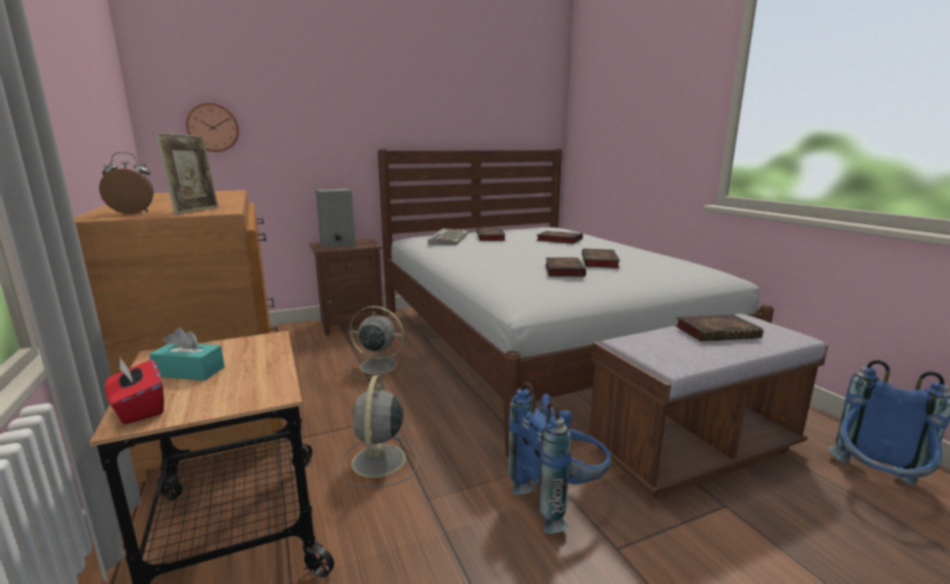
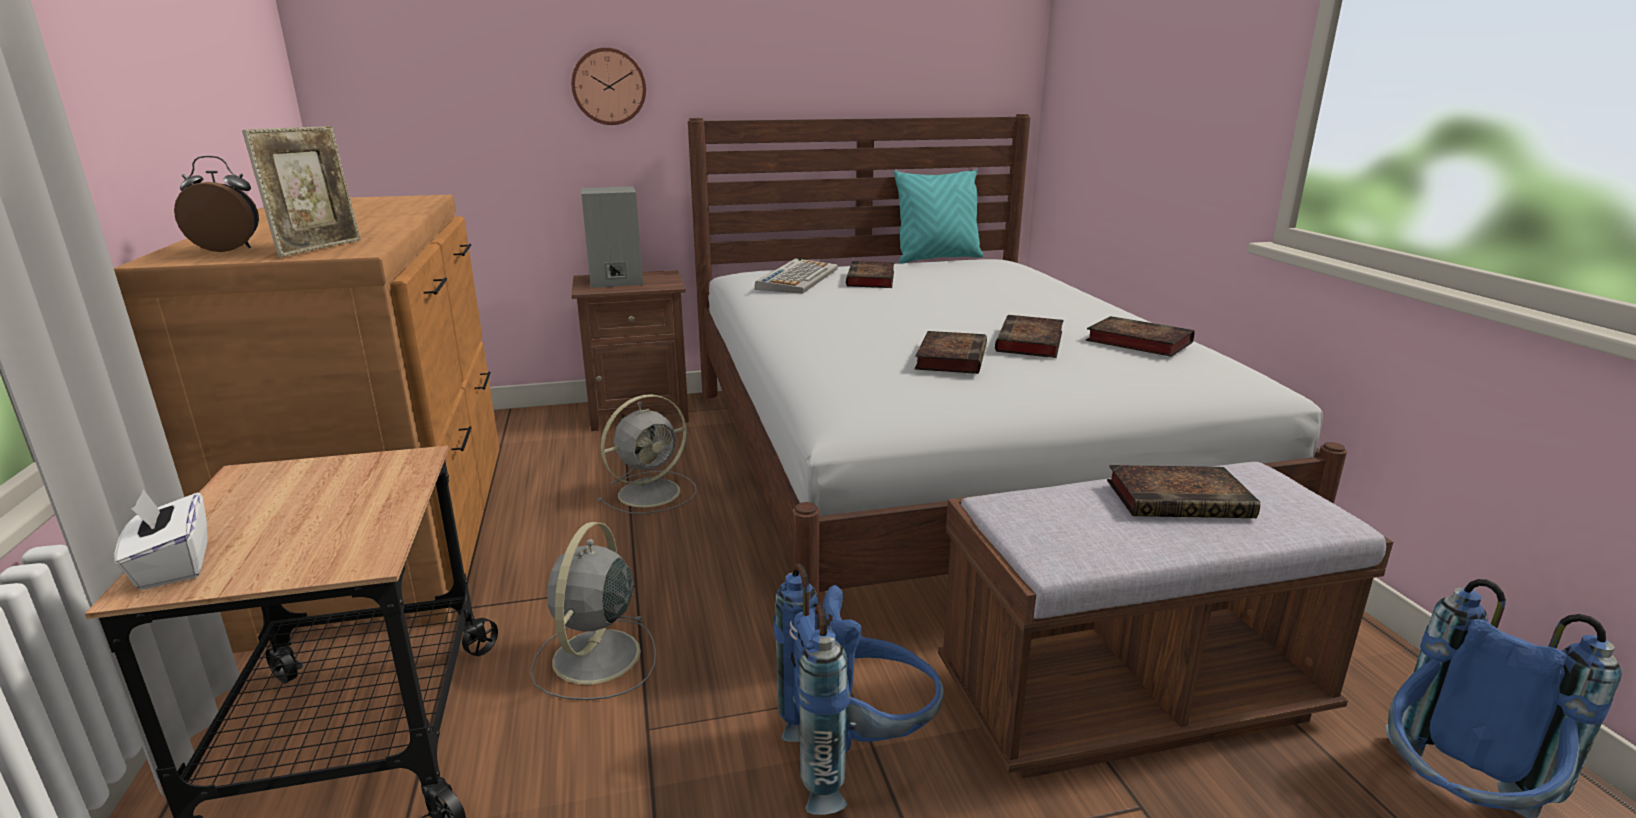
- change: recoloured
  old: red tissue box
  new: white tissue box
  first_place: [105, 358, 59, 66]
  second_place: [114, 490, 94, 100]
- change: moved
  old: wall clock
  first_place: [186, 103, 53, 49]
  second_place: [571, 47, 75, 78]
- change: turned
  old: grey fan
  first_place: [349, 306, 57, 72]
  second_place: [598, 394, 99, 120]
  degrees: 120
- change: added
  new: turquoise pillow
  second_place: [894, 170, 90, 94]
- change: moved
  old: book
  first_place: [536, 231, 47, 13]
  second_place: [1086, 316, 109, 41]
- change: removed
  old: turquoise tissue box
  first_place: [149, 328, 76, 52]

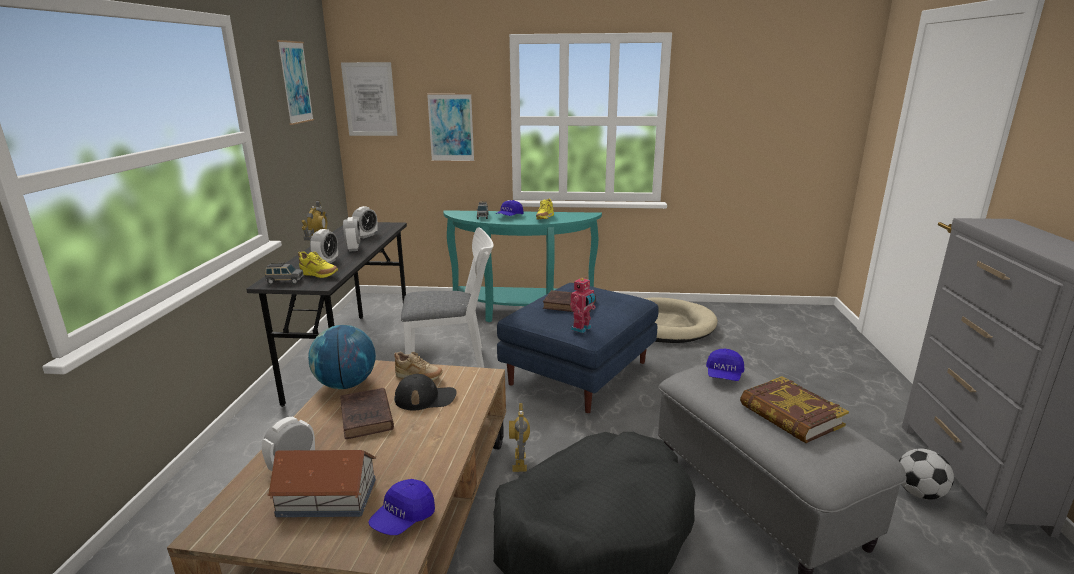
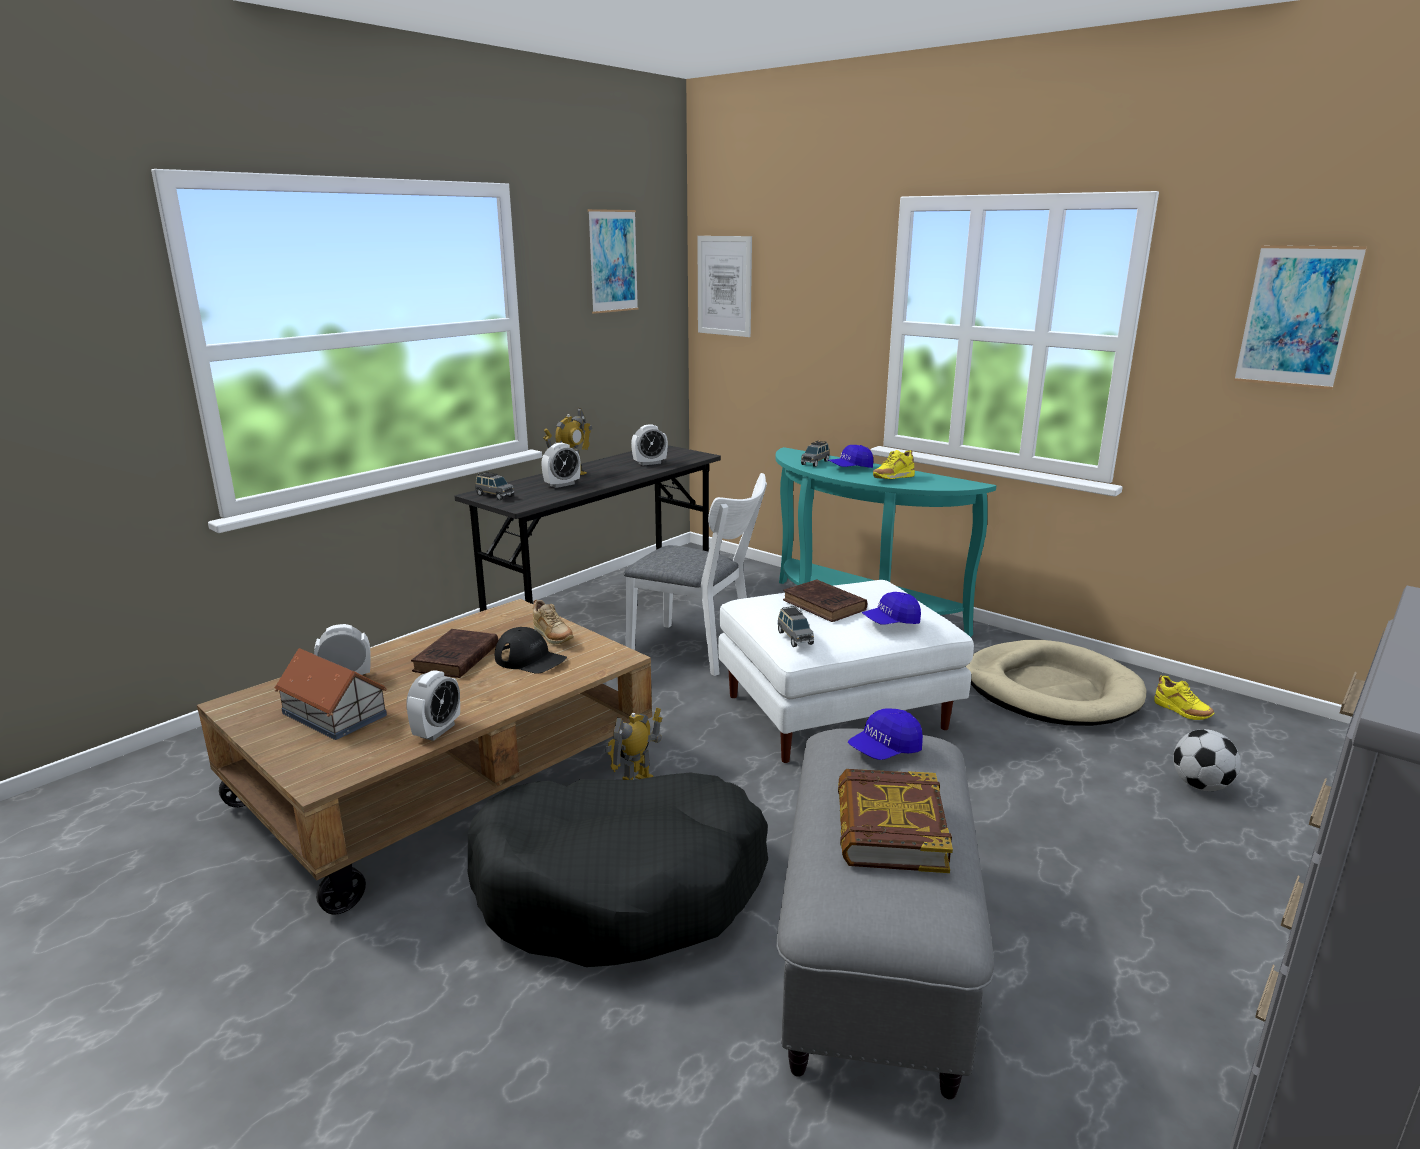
- change: moved
  old: alarm clock
  first_place: [343, 217, 17, 35]
  second_place: [406, 670, 54, 71]
- change: recoloured
  old: blue ottoman
  new: white ottoman
  first_place: [497, 283, 162, 130]
  second_place: [718, 580, 256, 183]
- change: replaced
  old: toy robot
  new: grey toy car
  first_place: [570, 277, 25, 56]
  second_place: [778, 606, 36, 41]
- change: moved
  old: blue cap
  first_place: [369, 479, 66, 56]
  second_place: [862, 592, 59, 33]
- change: moved
  old: yellow shoe
  first_place: [298, 251, 40, 27]
  second_place: [1154, 675, 60, 45]
- change: moved
  old: football
  first_place: [899, 448, 55, 52]
  second_place: [1173, 729, 68, 62]
- change: moved
  old: picture
  first_place: [427, 93, 47, 69]
  second_place: [1234, 245, 133, 145]
- change: removed
  old: globe
  first_place: [308, 325, 68, 64]

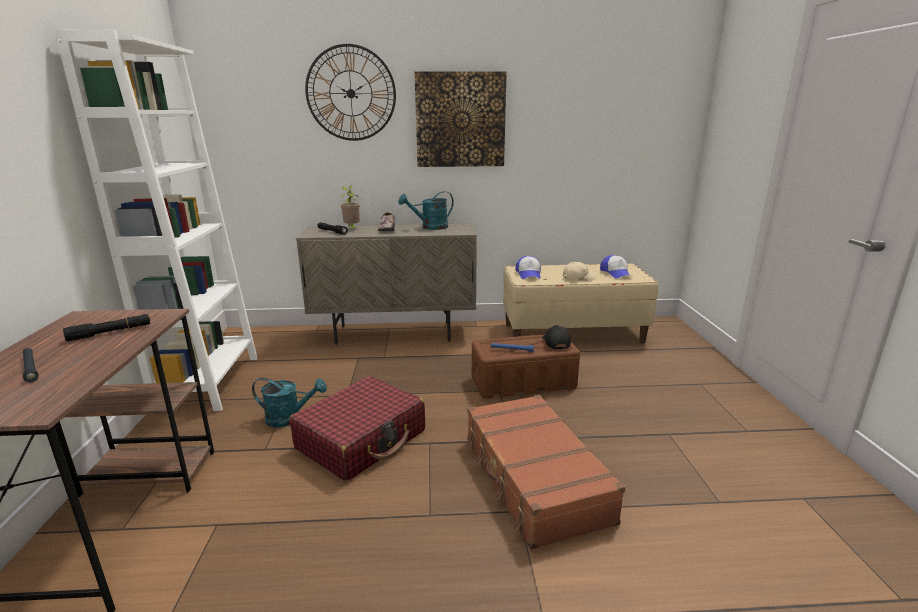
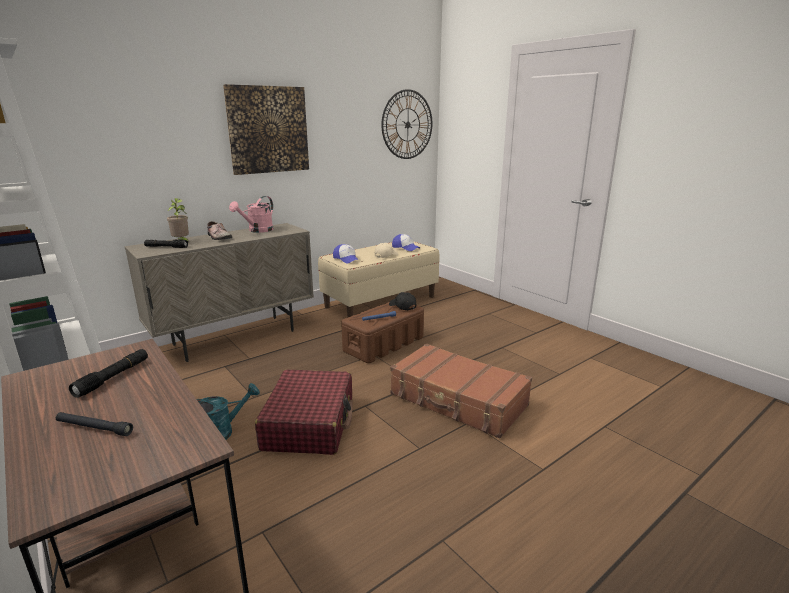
- change: recoloured
  old: turquoise watering can
  new: pink watering can
  first_place: [399, 191, 55, 39]
  second_place: [229, 196, 44, 37]
- change: moved
  old: wall clock
  first_place: [305, 44, 91, 97]
  second_place: [382, 89, 50, 70]

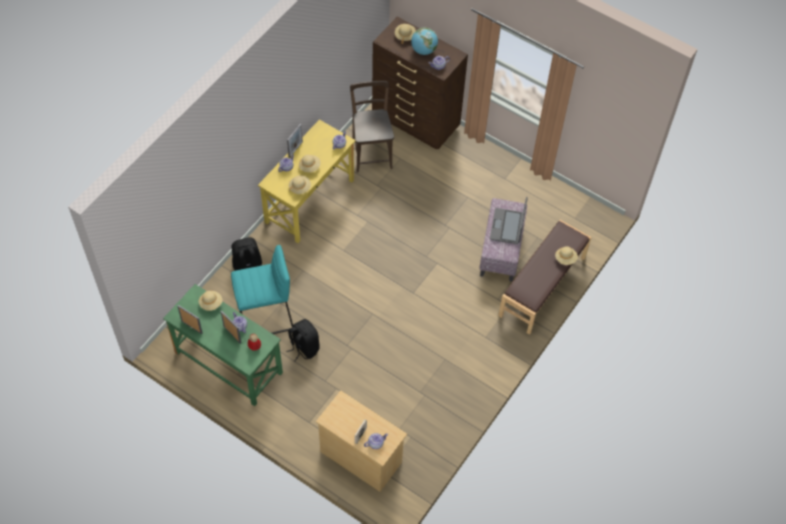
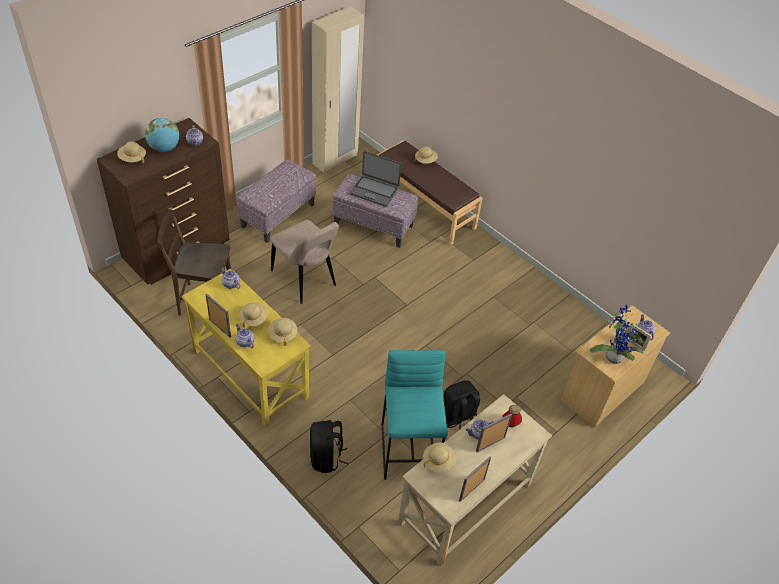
- change: added
  new: ottoman
  second_place: [237, 159, 79, 84]
- change: added
  new: beige chair
  second_place: [271, 220, 68, 84]
- change: added
  new: beige wardrobe
  second_place: [312, 6, 52, 167]
- change: recoloured
  old: green desk
  new: beige desk
  first_place: [163, 284, 120, 122]
  second_place: [398, 394, 154, 172]
- change: added
  new: potted plant
  second_place: [590, 305, 53, 59]

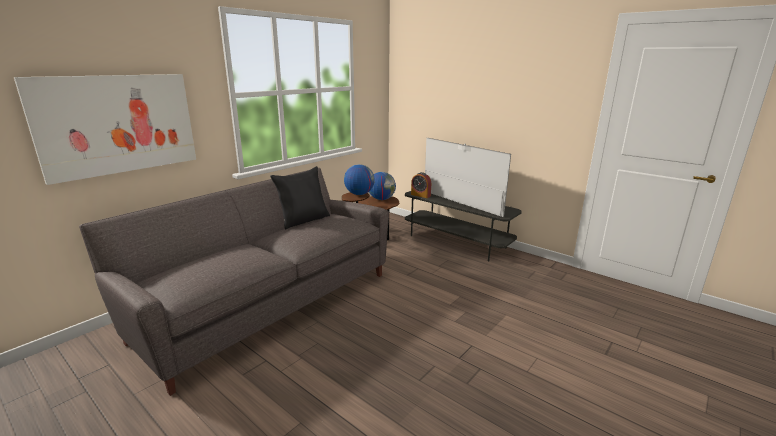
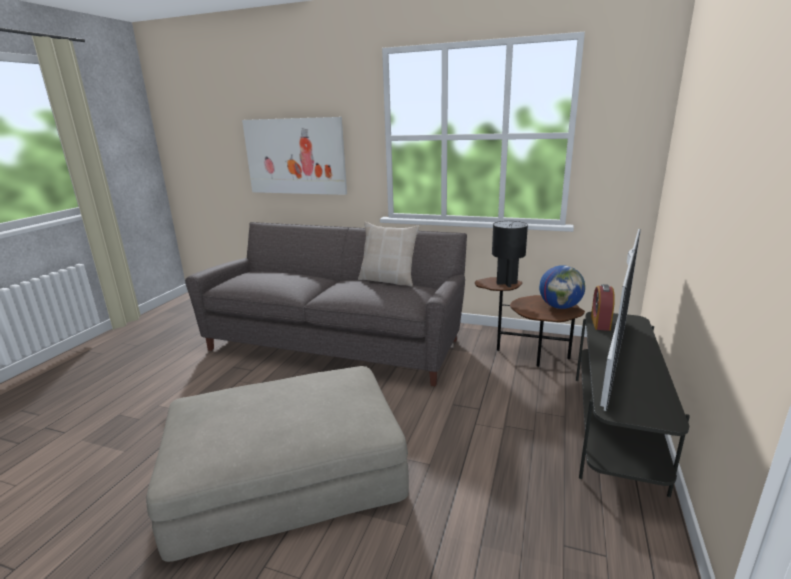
- change: added
  new: beige ottoman
  second_place: [146, 366, 263, 196]
- change: recoloured
  old: black pillow
  new: beige pillow
  first_place: [270, 166, 60, 64]
  second_place: [358, 222, 62, 65]
- change: replaced
  old: globe
  new: black table lamp
  first_place: [344, 164, 31, 31]
  second_place: [492, 221, 36, 66]

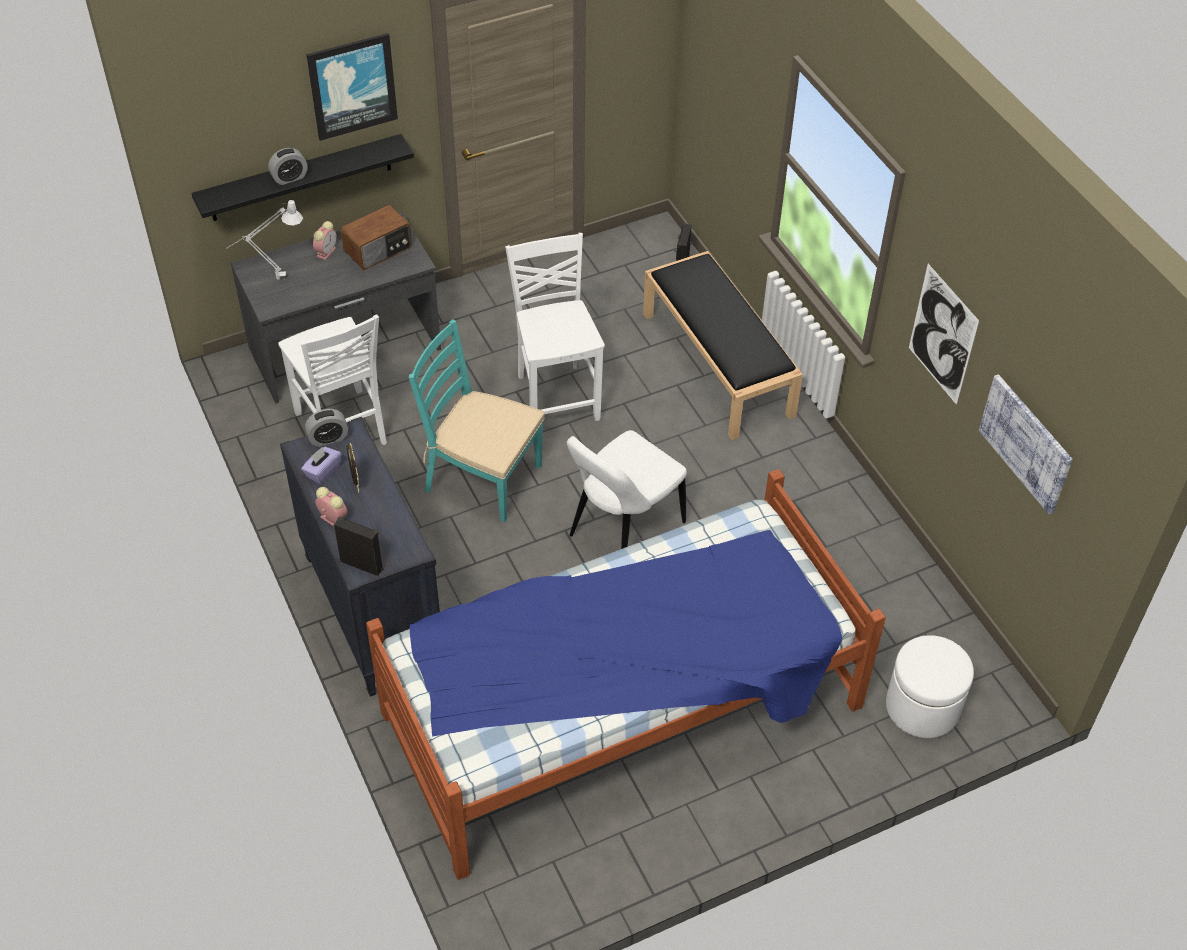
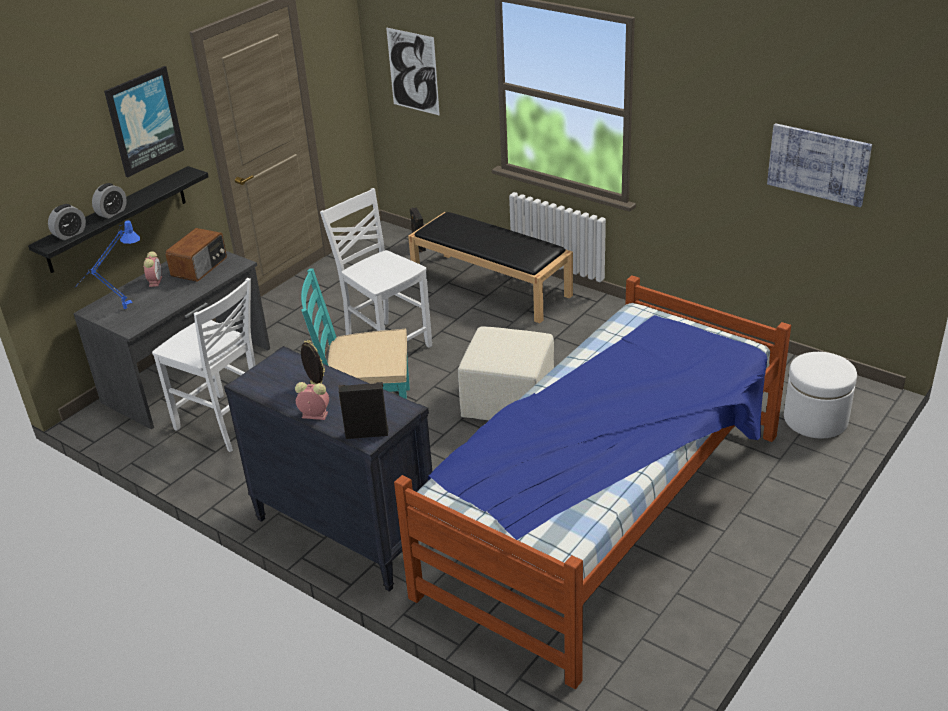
- change: moved
  old: alarm clock
  first_place: [305, 409, 43, 38]
  second_place: [48, 204, 38, 36]
- change: recoloured
  old: grey table lamp
  new: blue table lamp
  first_place: [226, 200, 77, 80]
  second_place: [75, 220, 65, 89]
- change: moved
  old: picture
  first_place: [909, 264, 70, 141]
  second_place: [386, 27, 54, 89]
- change: replaced
  old: white chair
  new: beige ottoman
  first_place: [567, 430, 120, 119]
  second_place: [458, 326, 96, 94]
- change: removed
  old: purple tissue box
  first_place: [301, 447, 40, 37]

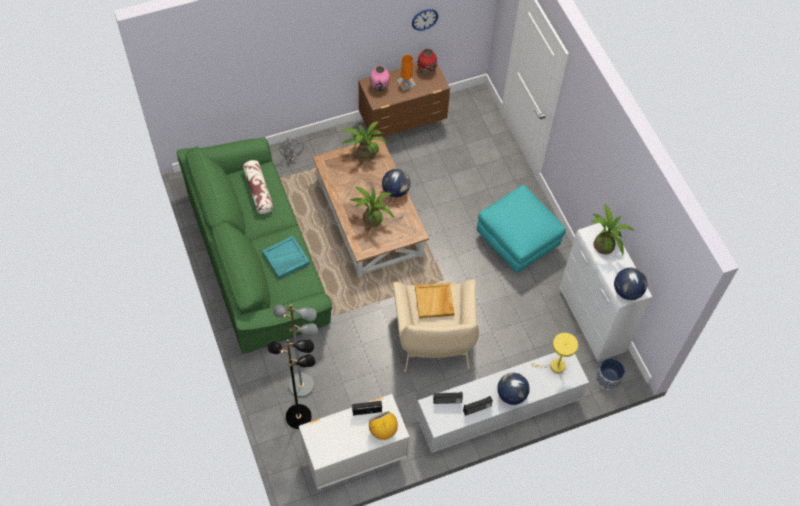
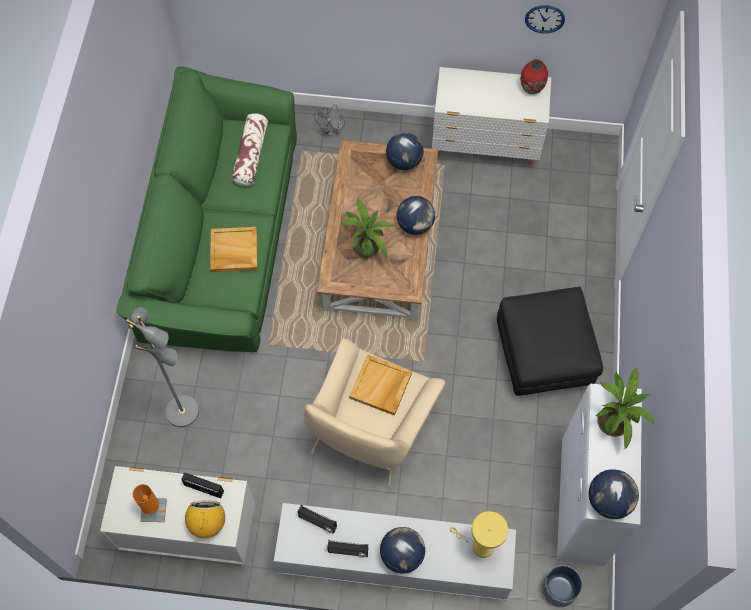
- change: moved
  old: orange table lamp
  first_place: [397, 55, 19, 36]
  second_place: [133, 484, 34, 38]
- change: recoloured
  old: turquoise tray
  new: beige tray
  first_place: [262, 236, 48, 43]
  second_place: [210, 227, 48, 45]
- change: replaced
  old: potted plant
  new: globe
  first_place: [342, 121, 46, 40]
  second_place: [386, 132, 38, 38]
- change: recoloured
  old: brown dresser
  new: white dresser
  first_place: [358, 64, 92, 74]
  second_place: [432, 67, 119, 98]
- change: recoloured
  old: turquoise ottoman
  new: black ottoman
  first_place: [477, 185, 89, 88]
  second_place: [497, 287, 106, 109]
- change: removed
  old: black floor lamp
  first_place: [267, 339, 49, 90]
- change: removed
  old: pink vase
  first_place: [370, 66, 20, 26]

